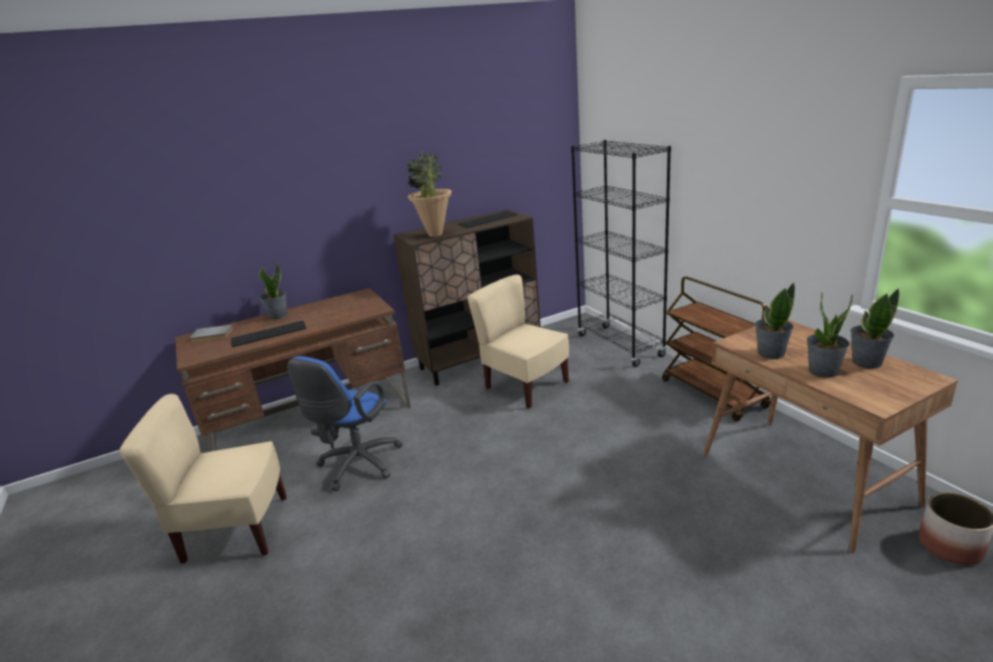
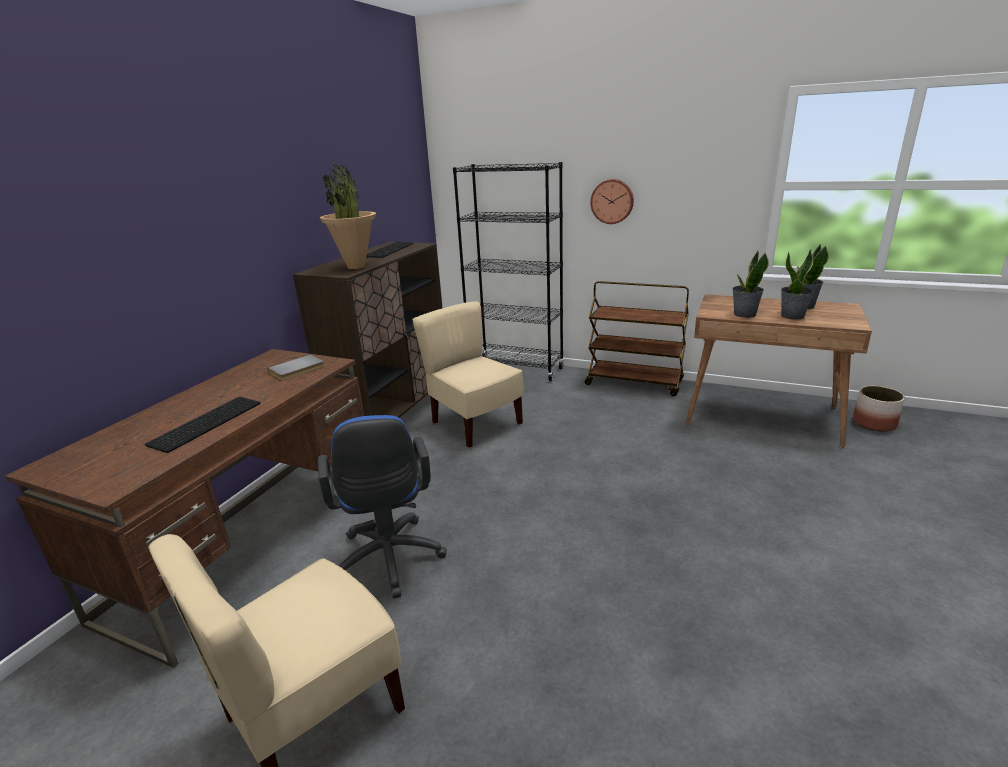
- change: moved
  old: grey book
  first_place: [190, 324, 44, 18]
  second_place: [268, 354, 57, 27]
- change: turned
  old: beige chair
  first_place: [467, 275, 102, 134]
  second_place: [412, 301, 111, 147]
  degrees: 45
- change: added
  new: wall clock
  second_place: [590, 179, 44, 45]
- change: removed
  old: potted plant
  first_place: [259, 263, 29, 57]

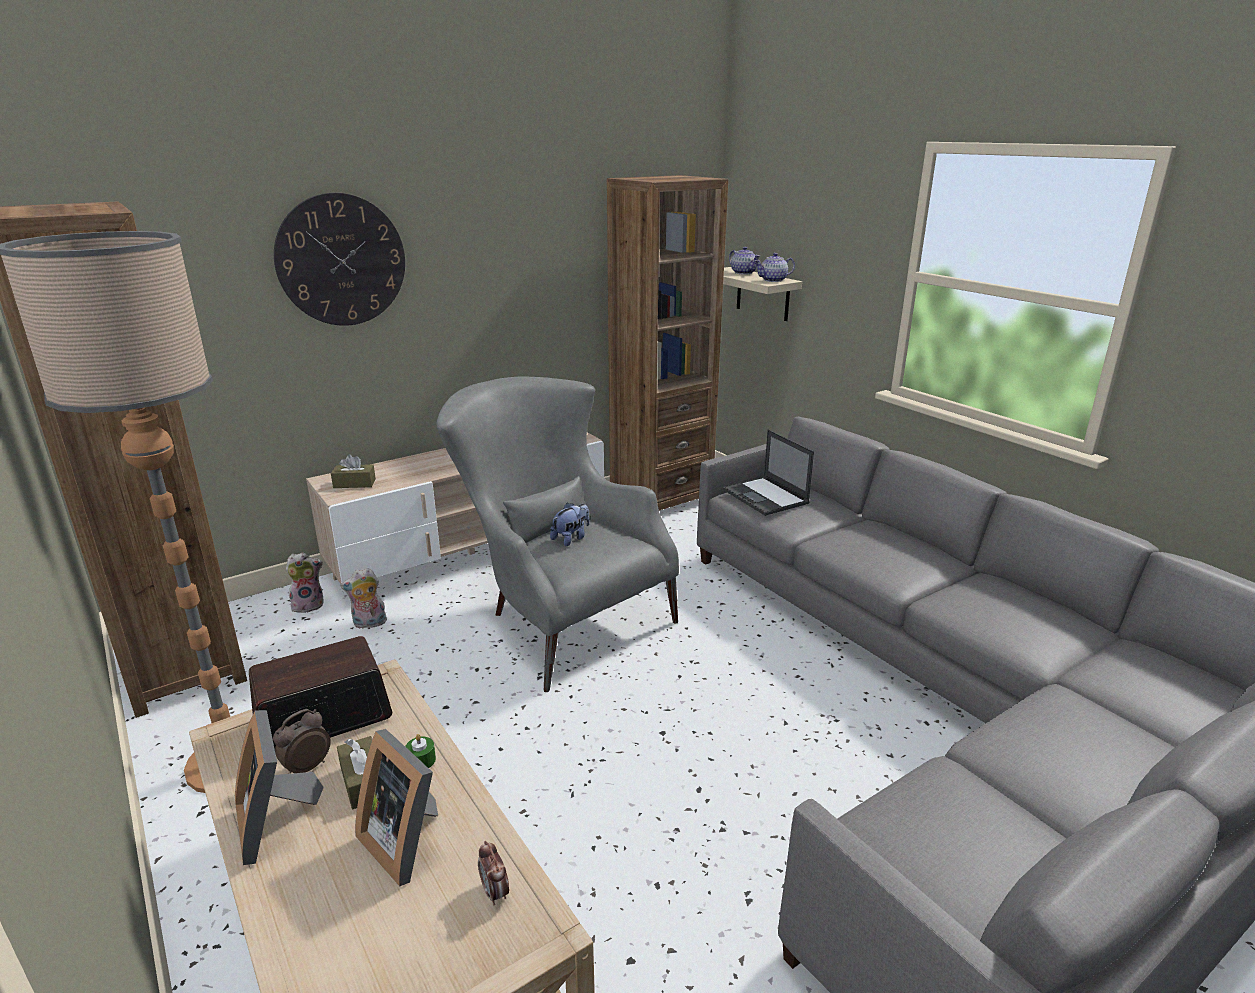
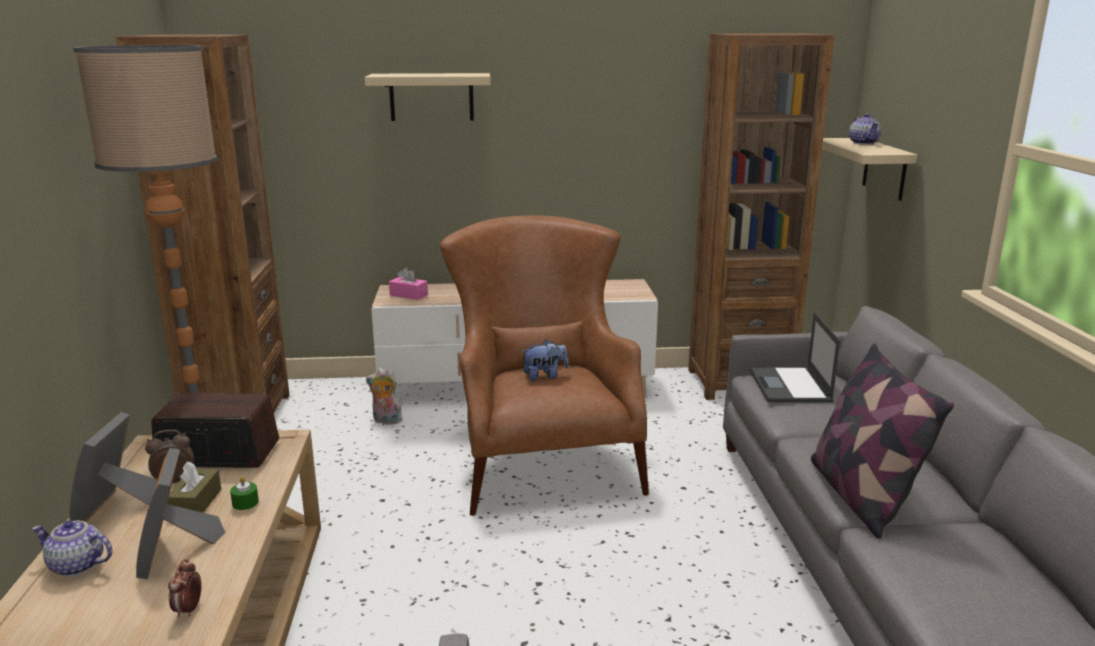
- change: moved
  old: teapot
  first_place: [755, 253, 40, 29]
  second_place: [32, 520, 81, 56]
- change: replaced
  old: wall clock
  new: beige shelf
  first_place: [274, 193, 131, 133]
  second_place: [365, 73, 126, 48]
- change: recoloured
  old: brown tissue box
  new: pink tissue box
  first_place: [331, 454, 45, 34]
  second_place: [389, 267, 39, 33]
- change: recoloured
  old: grey armchair
  new: brown armchair
  first_place: [437, 377, 242, 315]
  second_place: [440, 215, 209, 301]
- change: added
  new: pillow
  second_place: [811, 343, 143, 196]
- change: removed
  old: plush toy
  first_place: [285, 552, 39, 61]

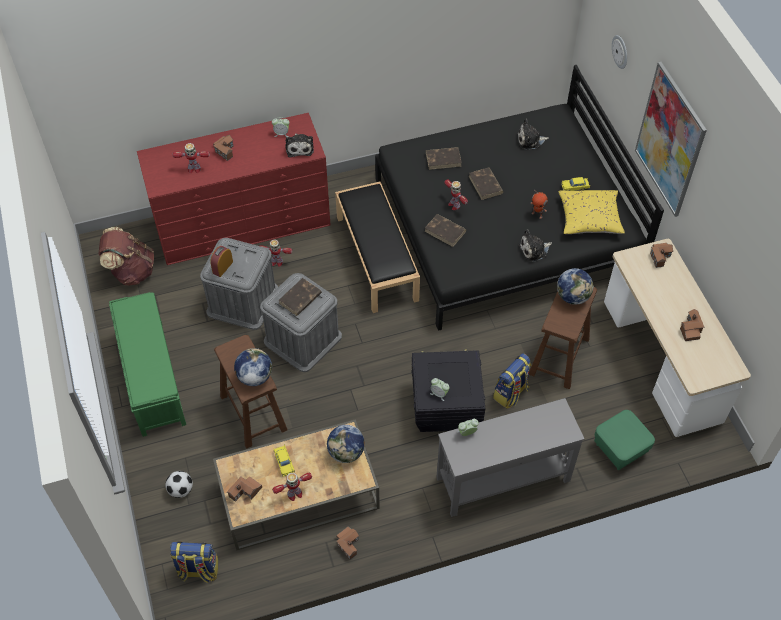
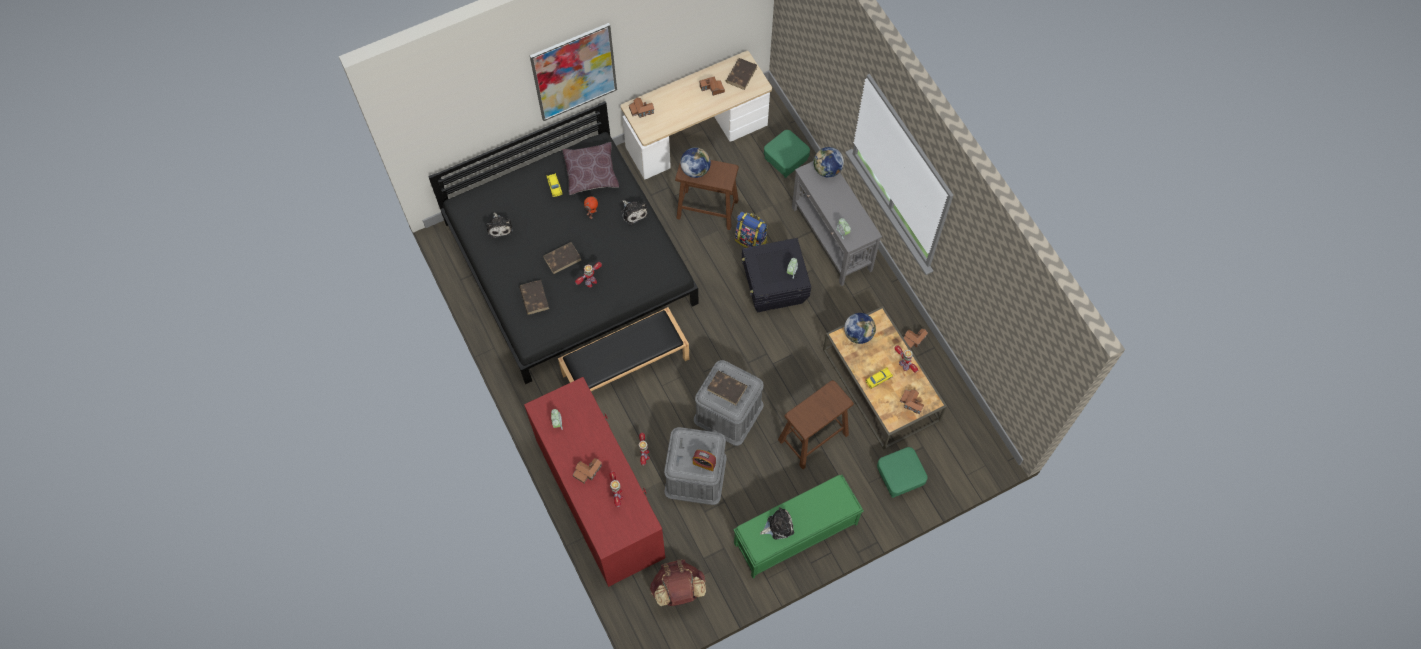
- change: recoloured
  old: yellow pillow
  new: brown pillow
  first_place: [558, 190, 67, 44]
  second_place: [562, 142, 57, 53]
- change: moved
  old: brown book
  first_place: [424, 214, 42, 33]
  second_place: [726, 58, 31, 32]
- change: moved
  old: plush toy
  first_place: [286, 133, 28, 24]
  second_place: [760, 507, 34, 33]
- change: moved
  old: globe
  first_place: [234, 348, 38, 38]
  second_place: [813, 147, 31, 30]
- change: replaced
  old: football
  new: green ottoman
  first_place: [165, 471, 28, 27]
  second_place: [877, 447, 51, 51]
- change: removed
  old: backpack
  first_place: [170, 541, 49, 42]
- change: removed
  old: wall clock
  first_place: [612, 35, 15, 34]

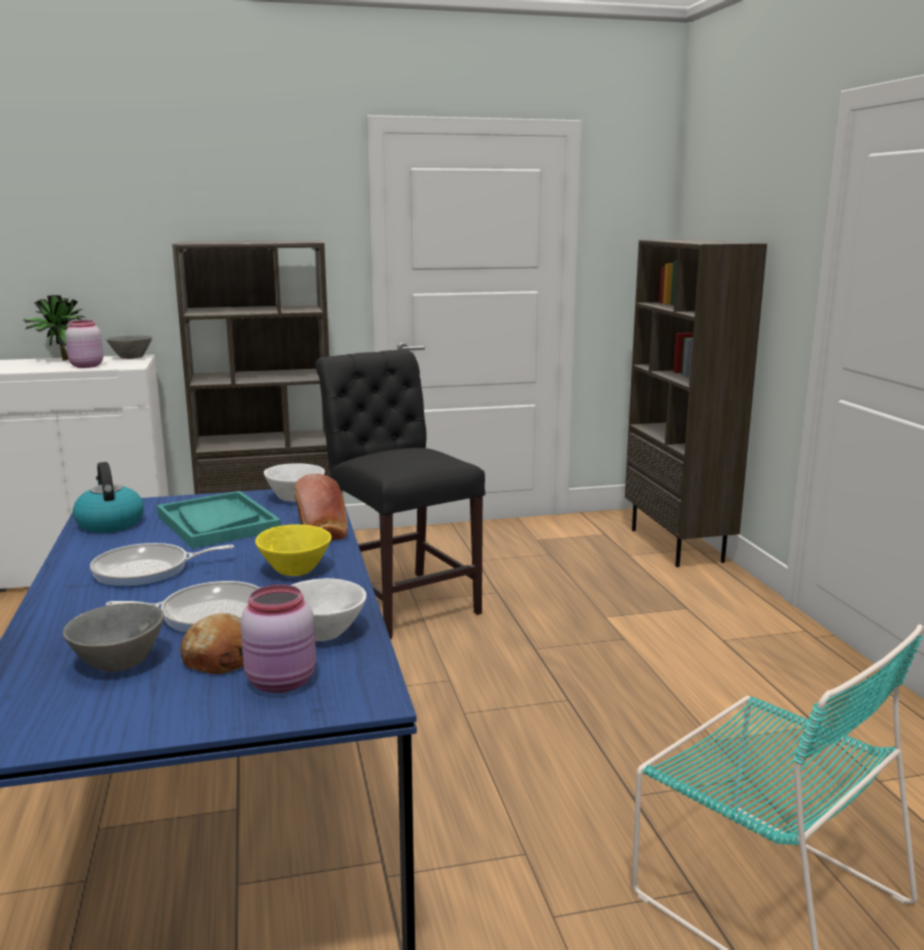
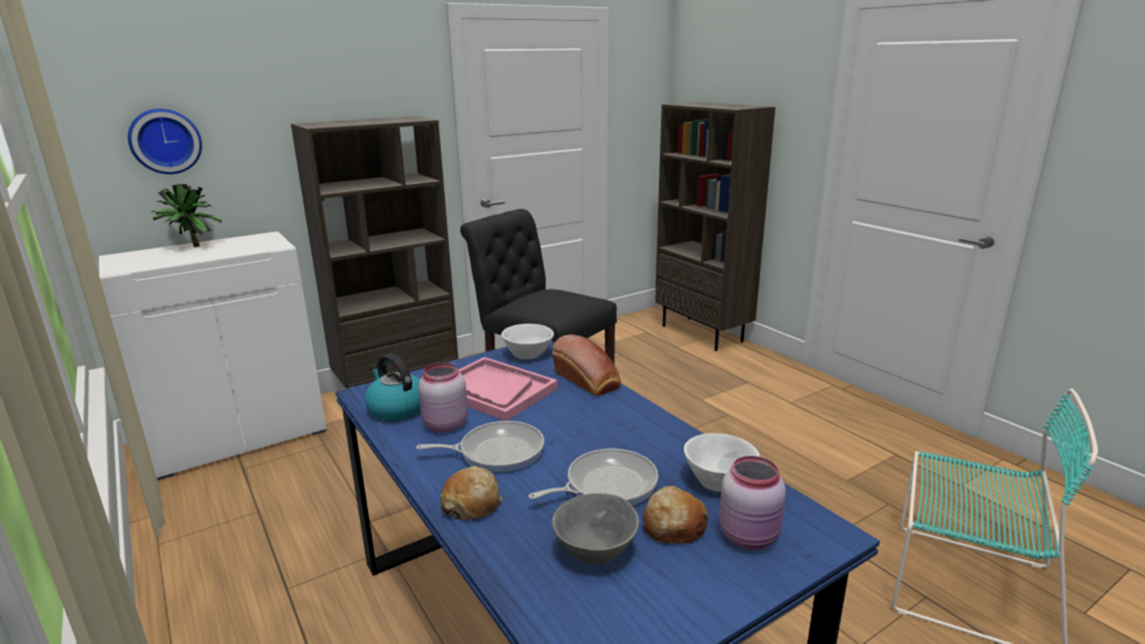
- change: added
  new: wall clock
  second_place: [128, 109, 74, 65]
- change: turned
  old: frying pan
  first_place: [90, 543, 144, 44]
  second_place: [416, 421, 128, 52]
  degrees: -150
- change: moved
  old: pink jar
  first_place: [65, 320, 38, 48]
  second_place: [418, 363, 50, 69]
- change: added
  new: bread
  second_place: [440, 466, 63, 54]
- change: recoloured
  old: turquoise tray
  new: pink tray
  first_place: [157, 491, 124, 58]
  second_place: [459, 357, 99, 64]
- change: removed
  old: grey bowl
  first_place: [106, 335, 46, 24]
- change: removed
  old: yellow bowl
  first_place: [255, 524, 77, 52]

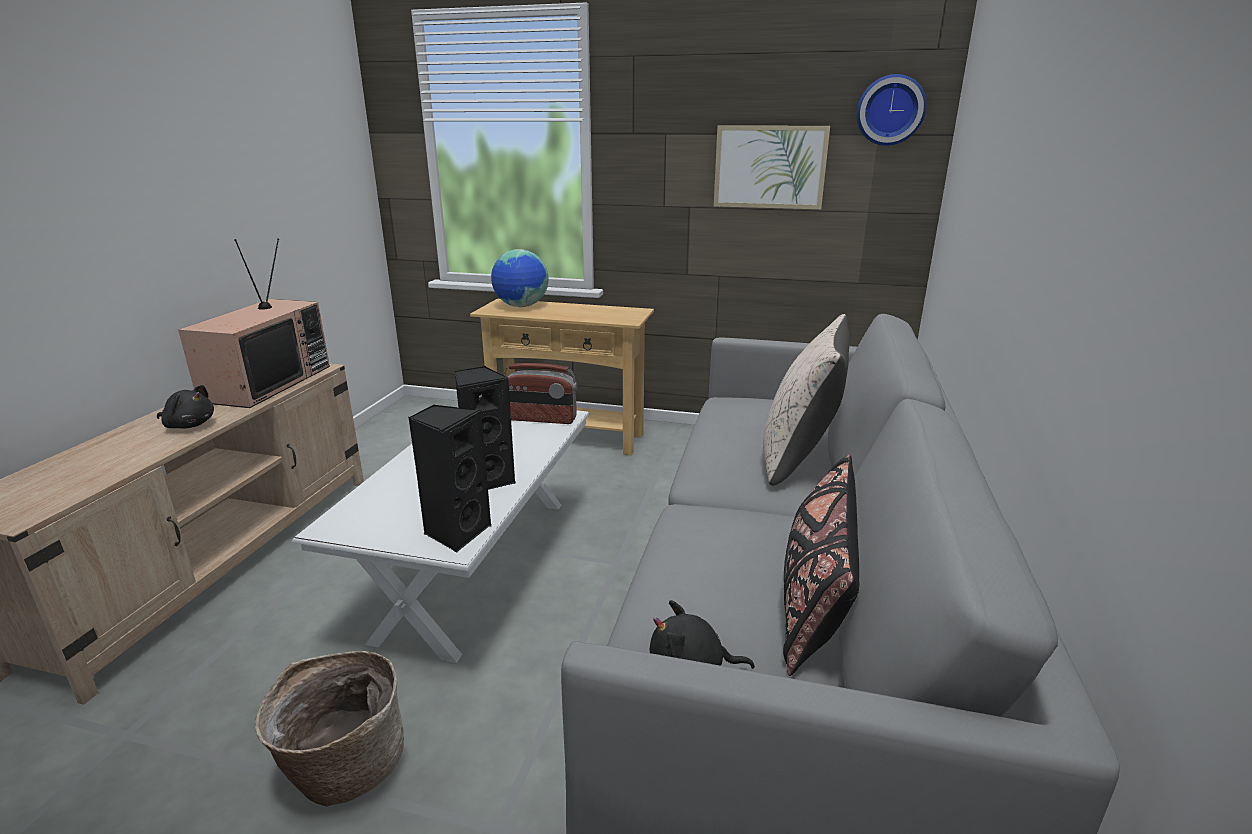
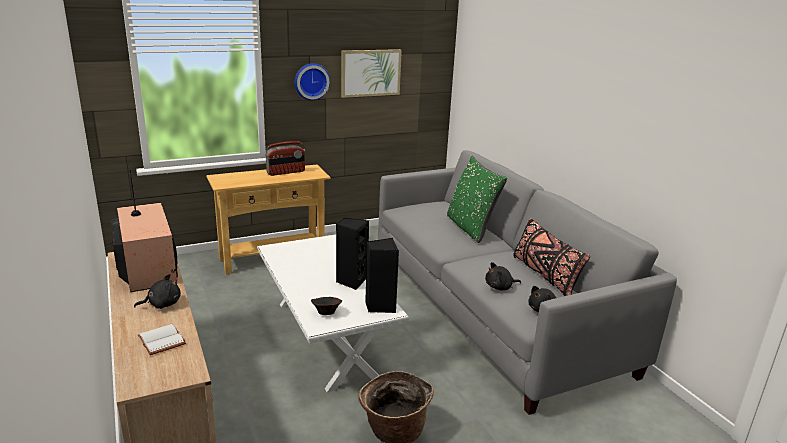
- change: added
  new: white book
  second_place: [138, 324, 48, 31]
- change: moved
  old: radio
  first_place: [504, 363, 74, 61]
  second_place: [265, 141, 40, 35]
- change: moved
  old: wall clock
  first_place: [857, 74, 69, 72]
  second_place: [295, 63, 35, 37]
- change: added
  new: brown bowl
  second_place: [311, 297, 31, 18]
- change: recoloured
  old: beige pillow
  new: green pillow
  first_place: [763, 314, 87, 172]
  second_place: [447, 156, 60, 87]
- change: added
  new: black plush toy
  second_place: [485, 262, 36, 29]
- change: removed
  old: globe
  first_place: [491, 249, 58, 58]

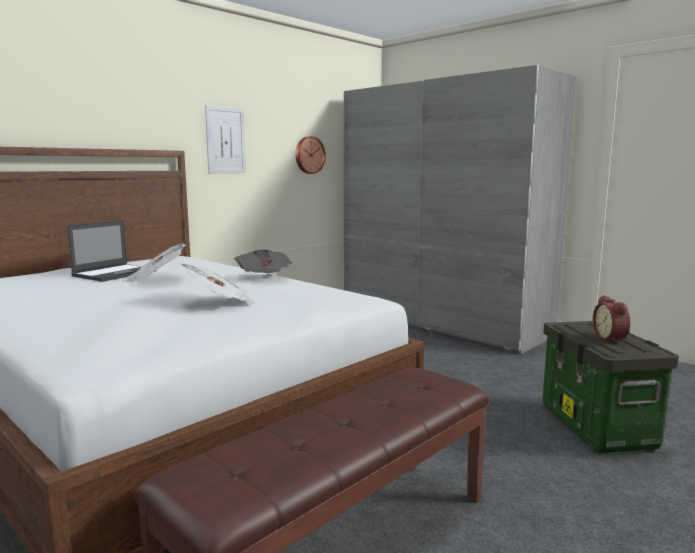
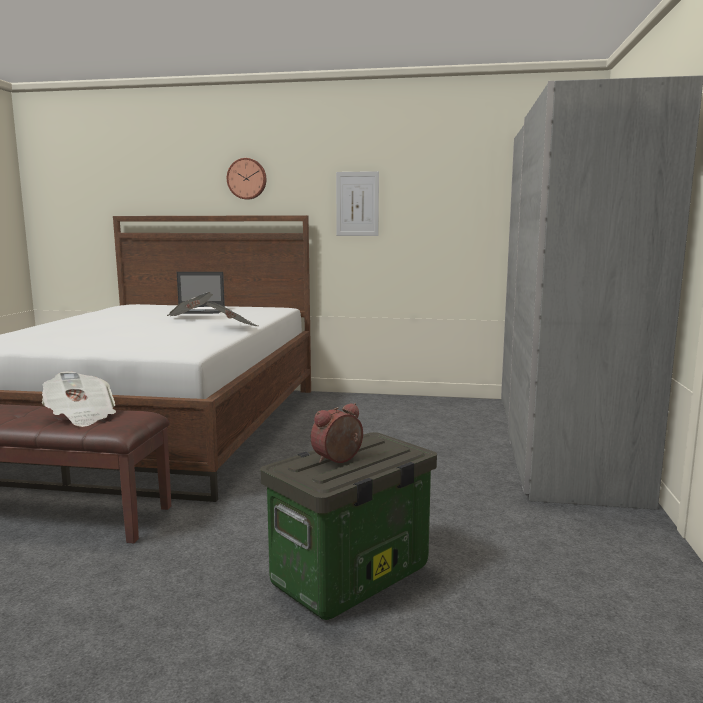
- change: moved
  old: newspaper
  first_place: [180, 263, 75, 41]
  second_place: [42, 371, 74, 56]
- change: moved
  old: wall clock
  first_place: [295, 136, 31, 38]
  second_place: [227, 158, 40, 42]

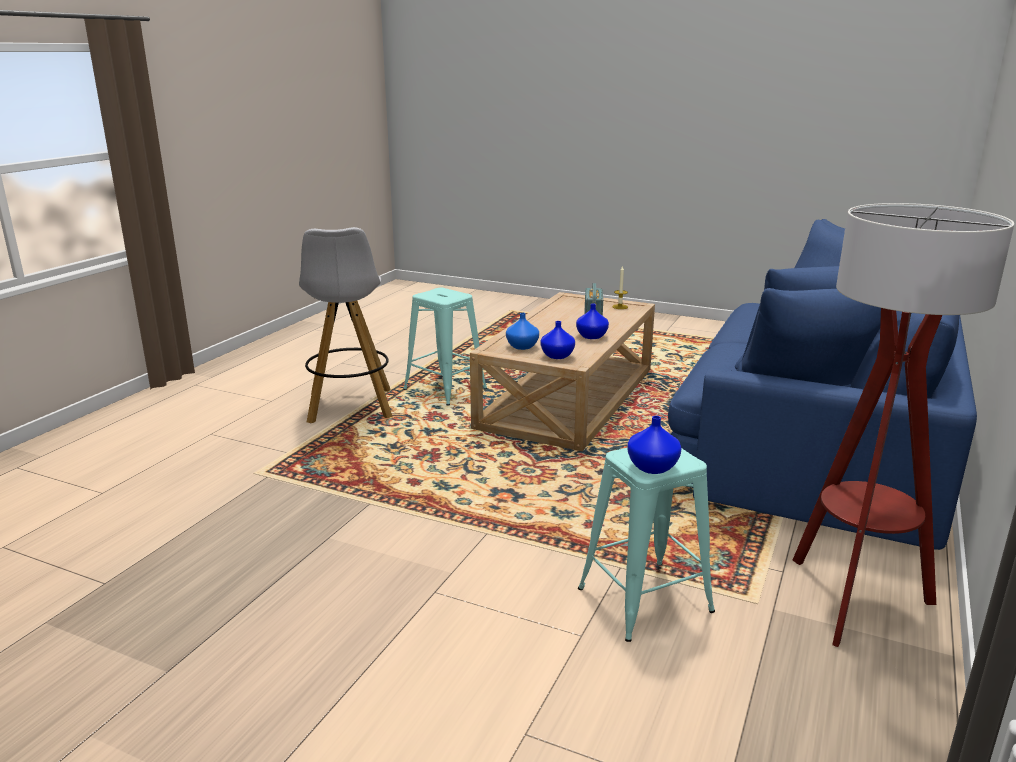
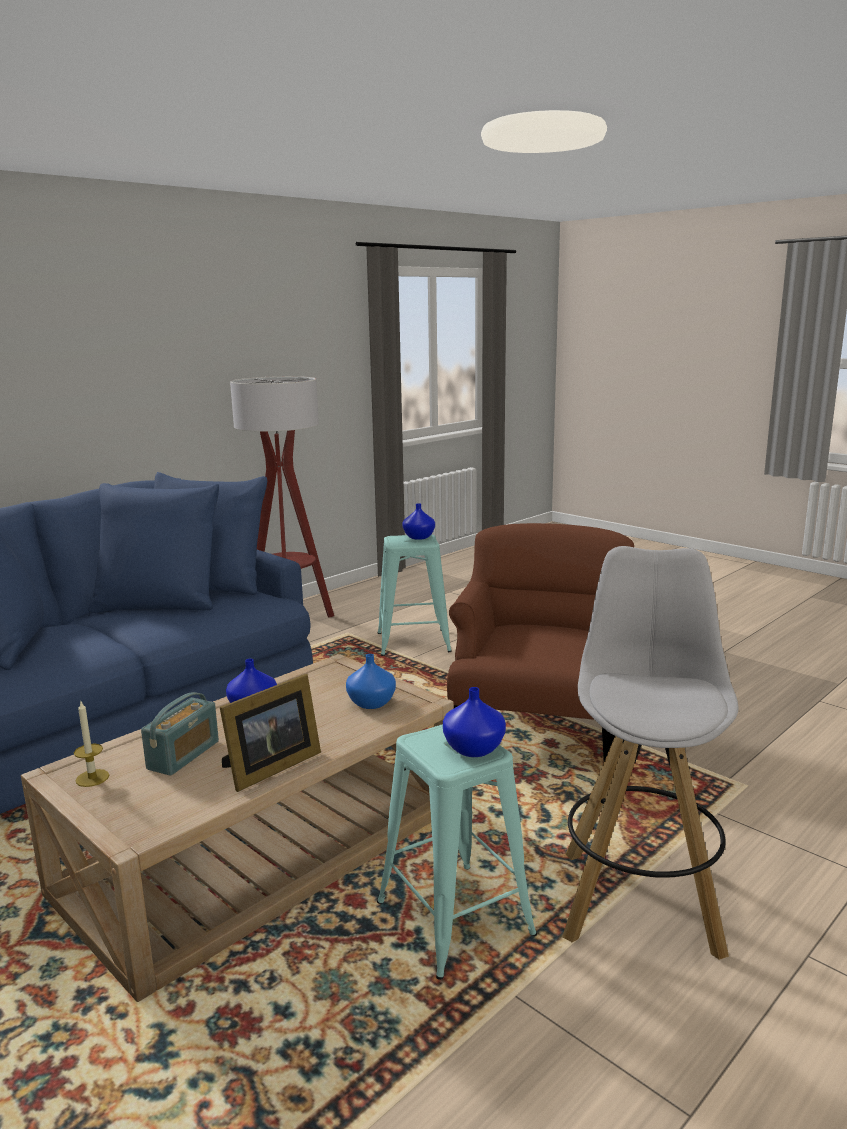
- change: added
  new: picture frame
  second_place: [220, 674, 101, 118]
- change: moved
  old: blue vase
  first_place: [540, 321, 35, 38]
  second_place: [443, 687, 63, 70]
- change: added
  new: brown armchair
  second_place: [447, 523, 187, 238]

